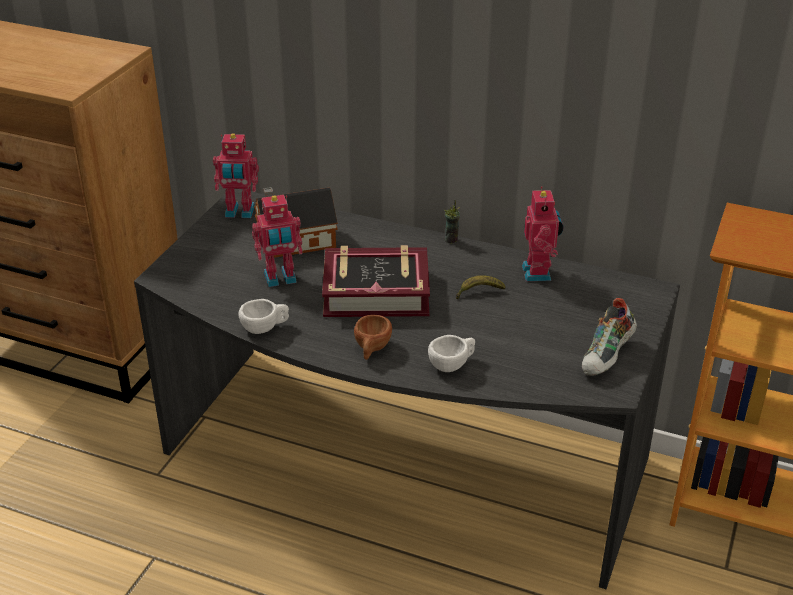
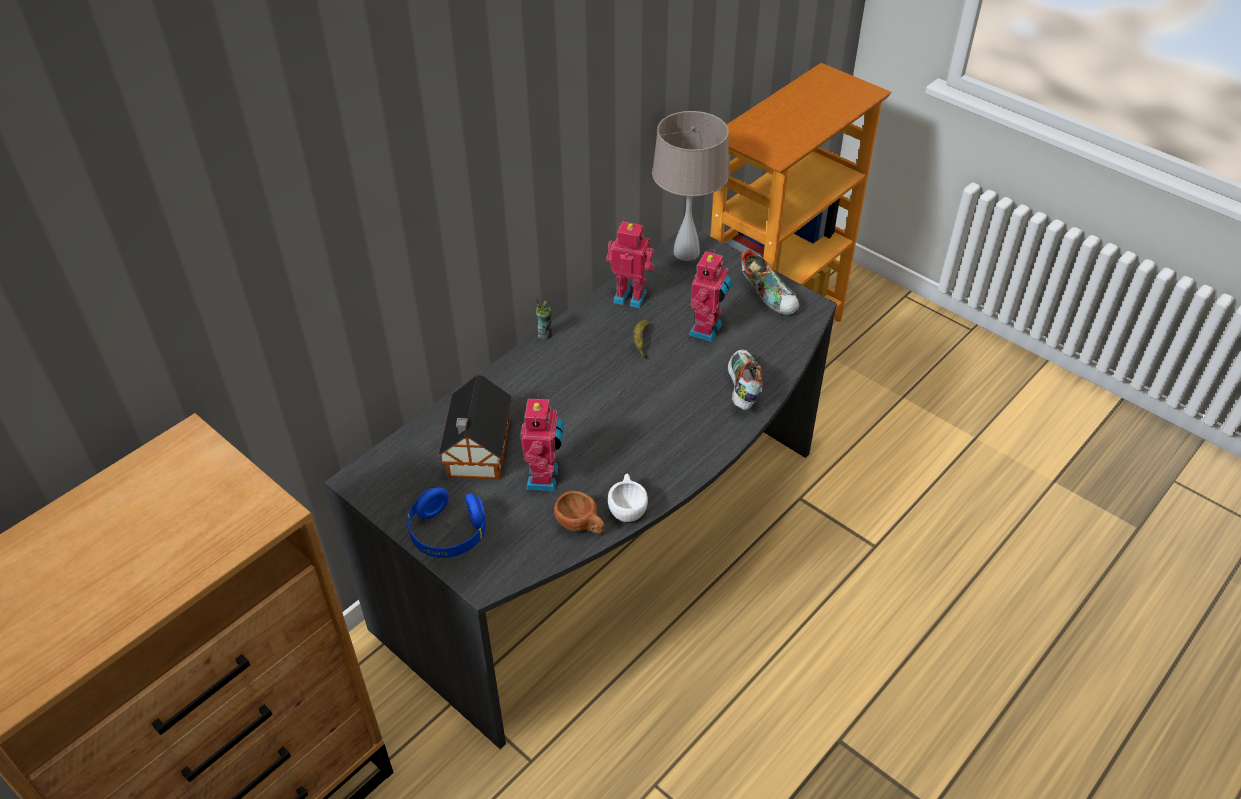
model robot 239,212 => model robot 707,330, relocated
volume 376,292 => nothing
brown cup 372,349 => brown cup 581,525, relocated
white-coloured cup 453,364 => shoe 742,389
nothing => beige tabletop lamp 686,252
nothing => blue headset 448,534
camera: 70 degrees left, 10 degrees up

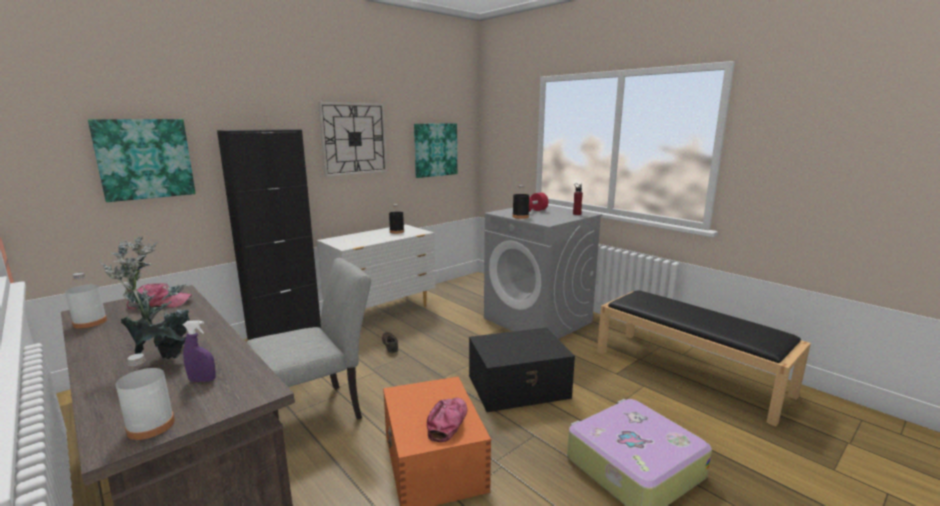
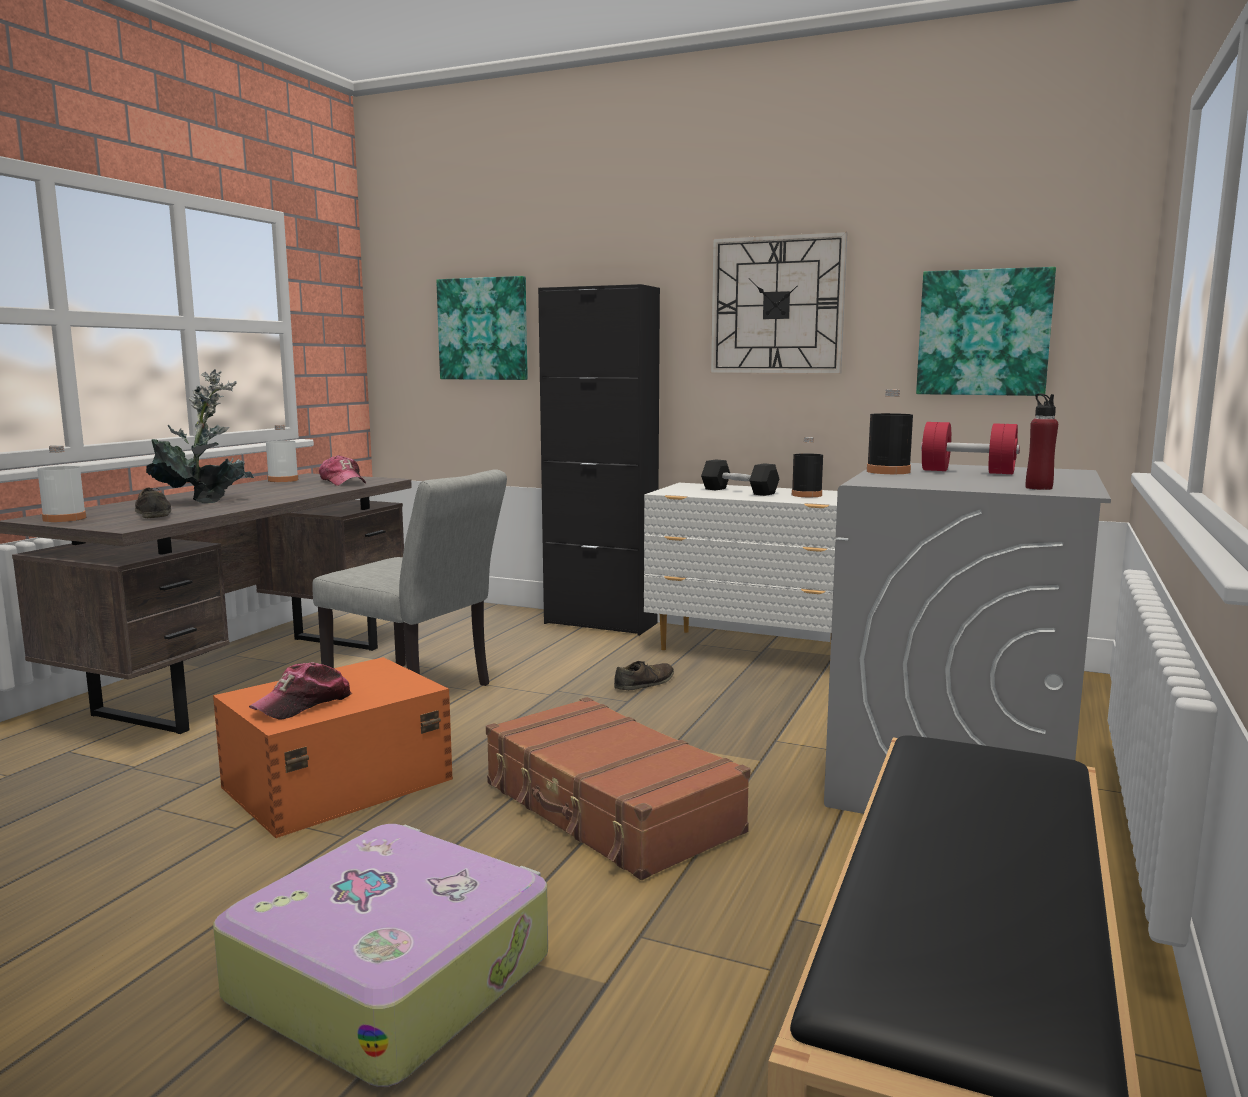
purple-coloured hand sprayer 202,380 => brown shoe 153,514
blackish storage bin 519,387 => brown piece of luggage 609,809
peaked cap 447,422 => peaked cap 303,704, 135 degrees clockwise
nothing => blackish dumbbell 739,491
camera: 65 degrees right, 5 degrees down

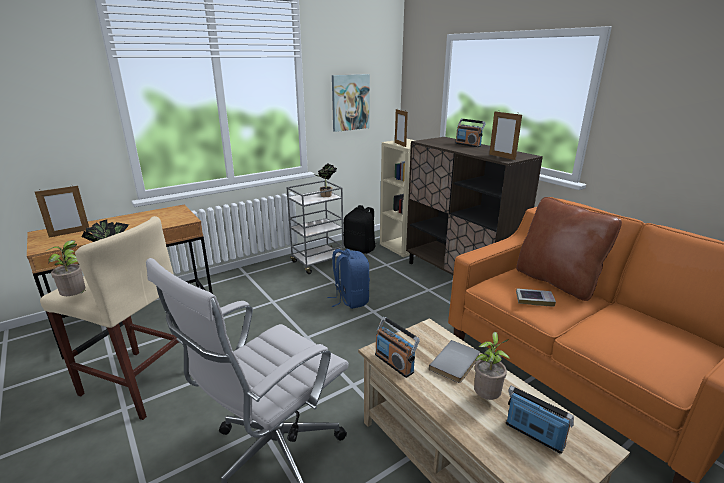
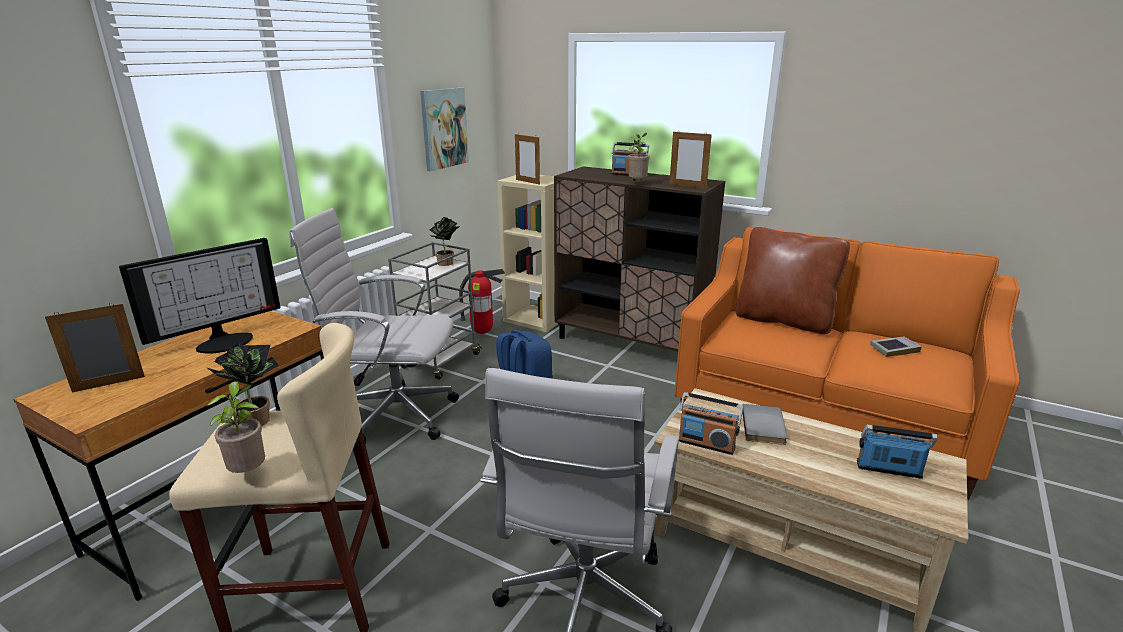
picture frame 69,233 => picture frame 109,384, 150 degrees counterclockwise
blackish backpack 360,249 => fire extinguisher 482,332
volume 534,299 => volume 894,349, relocated
potted plant 486,397 => potted plant 637,184, relocated
nothing => white-coloured office chair 393,415
nothing => monitor 224,341
camera: 25 degrees left, 0 degrees up

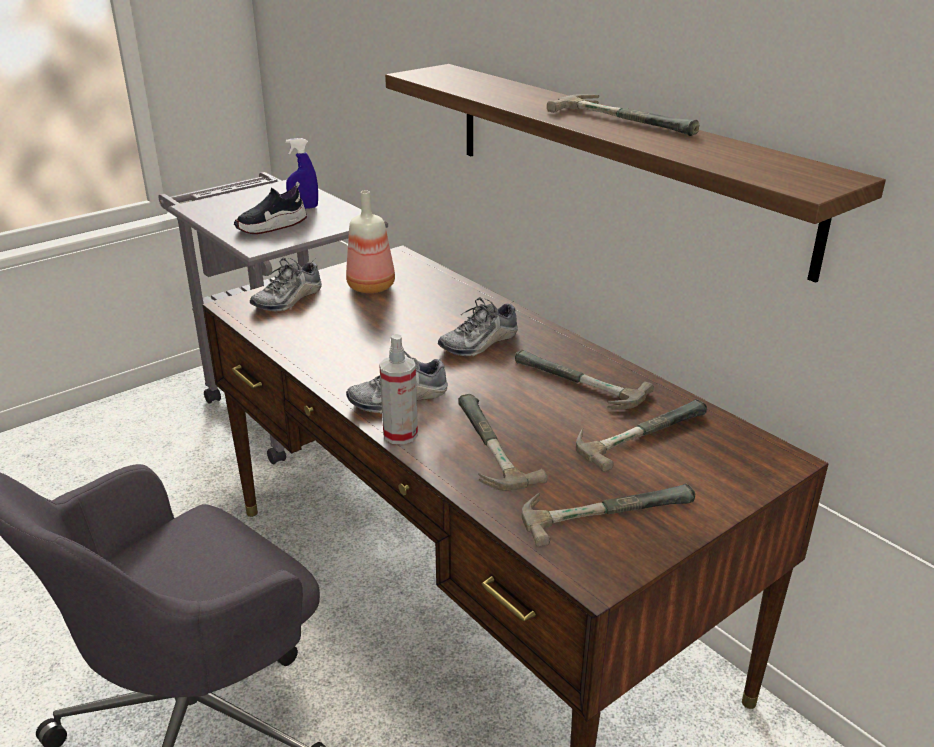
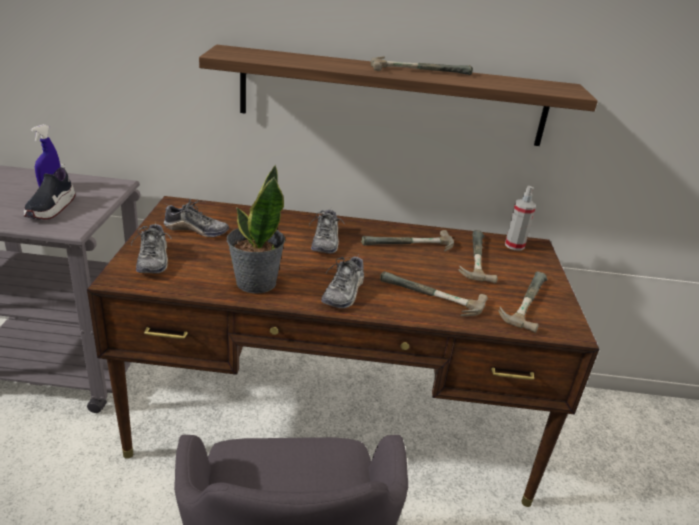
drink bottle 371,286 => shoe 196,230
hand sprayer 400,434 => hand sprayer 514,245, relocated
nothing => potted plant 255,282
camera: 50 degrees left, 0 degrees up

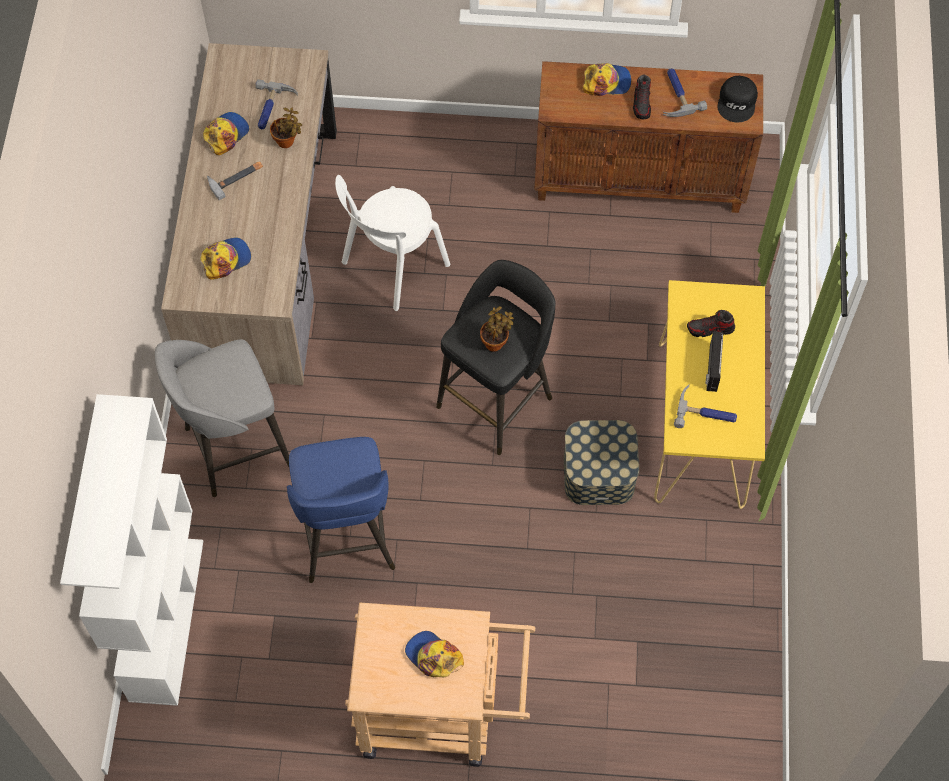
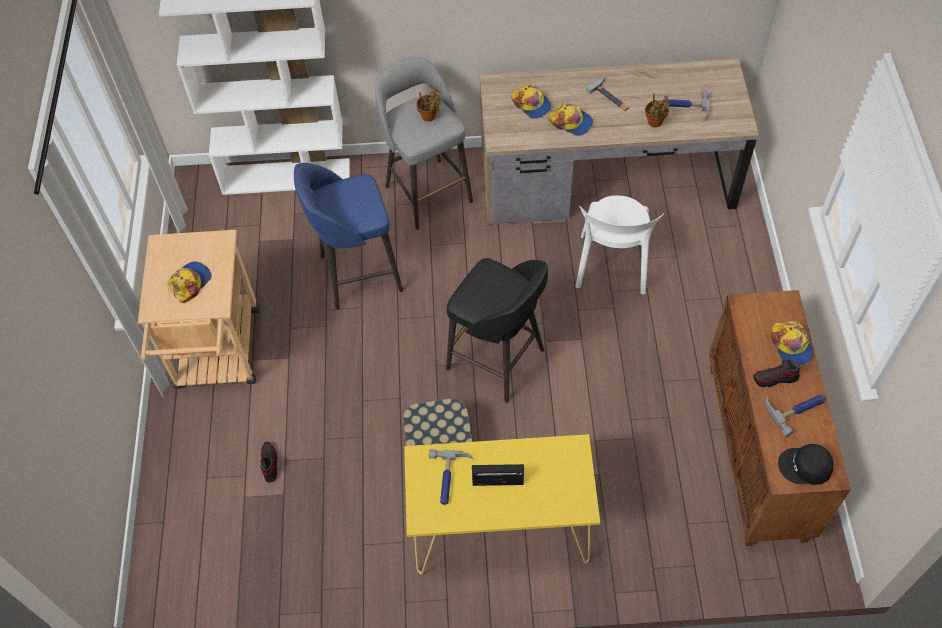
peaked cap 226,134 => peaked cap 571,122, relocated
white-coloured plain chair 392,266 => white-coloured plain chair 612,268, 120 degrees counterclockwise
potted plant 495,342 => potted plant 430,117, relocated
shoe 710,329 => shoe 269,464, relocated
camera: 85 degrees right, 5 degrees down

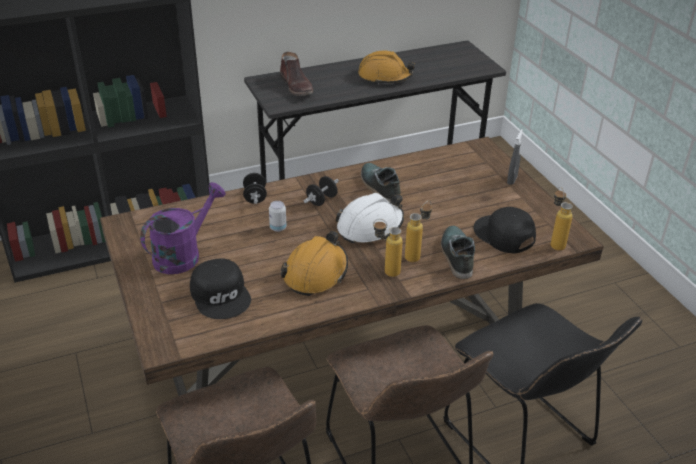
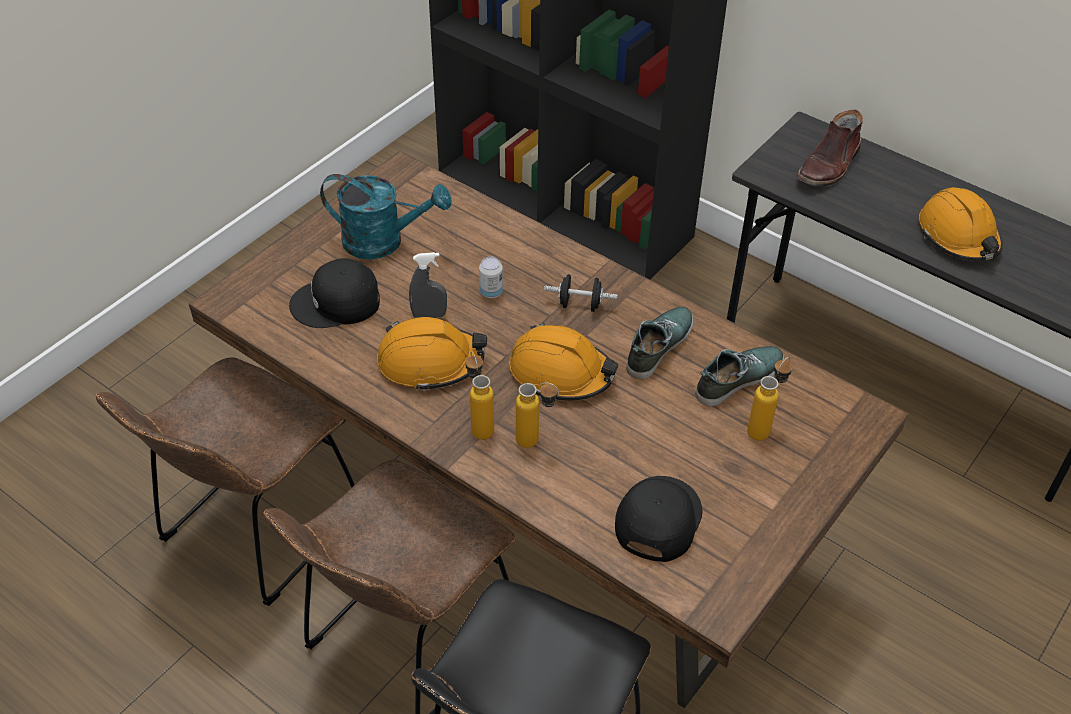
grey hand sprayer 512,180 => grey hand sprayer 429,315, relocated
blackish dumbbell 255,197 => nothing
purple-coloured sprinkling can 183,254 => turquoise sprinkling can 384,241
drink bottle 554,242 => drink bottle 764,427, relocated
white-coloured hard hat 370,227 => orangey hard hat 561,373
shoe 456,255 => shoe 738,378, relocated
blackish peaked cap 221,295 => blackish peaked cap 336,303, 45 degrees clockwise
camera: 60 degrees right, 10 degrees up

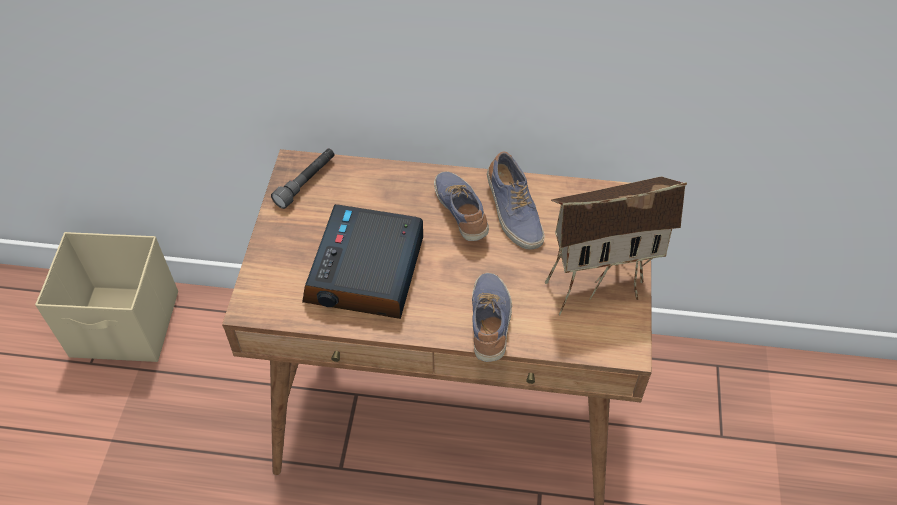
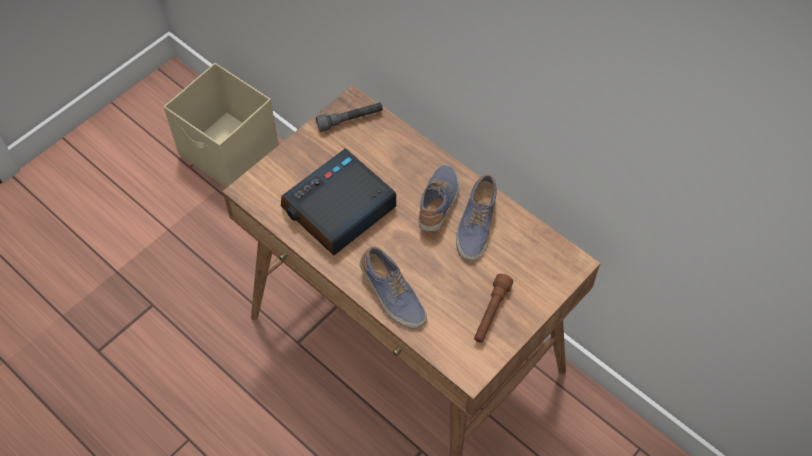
toy house 597,283 => brown hand torch 491,313
shoe 491,323 => shoe 391,296, 105 degrees clockwise
camera: 35 degrees right, 5 degrees up

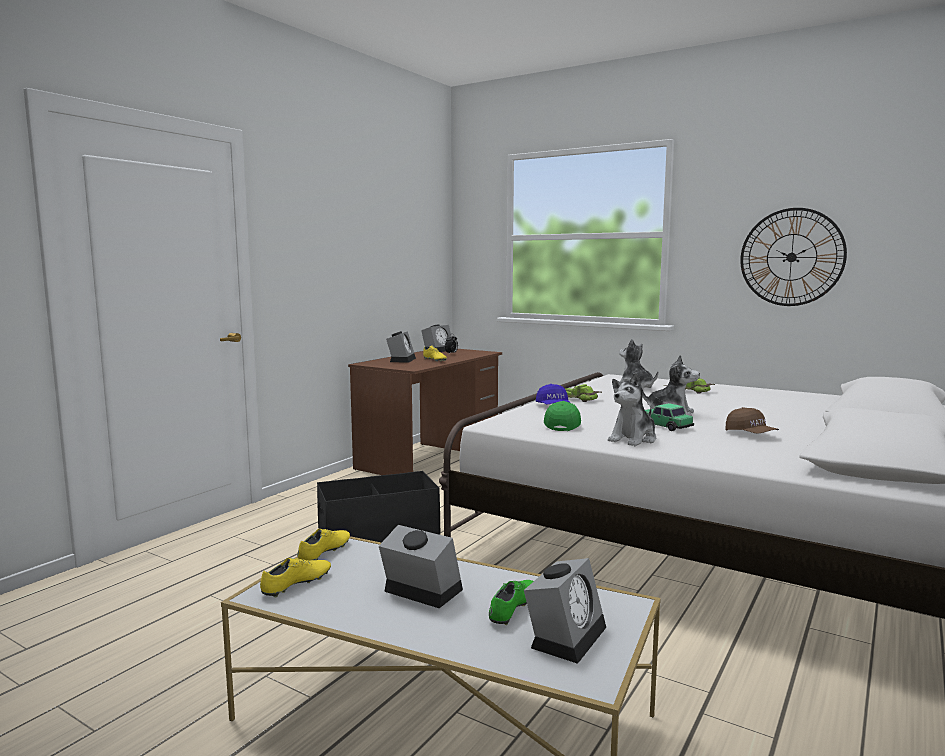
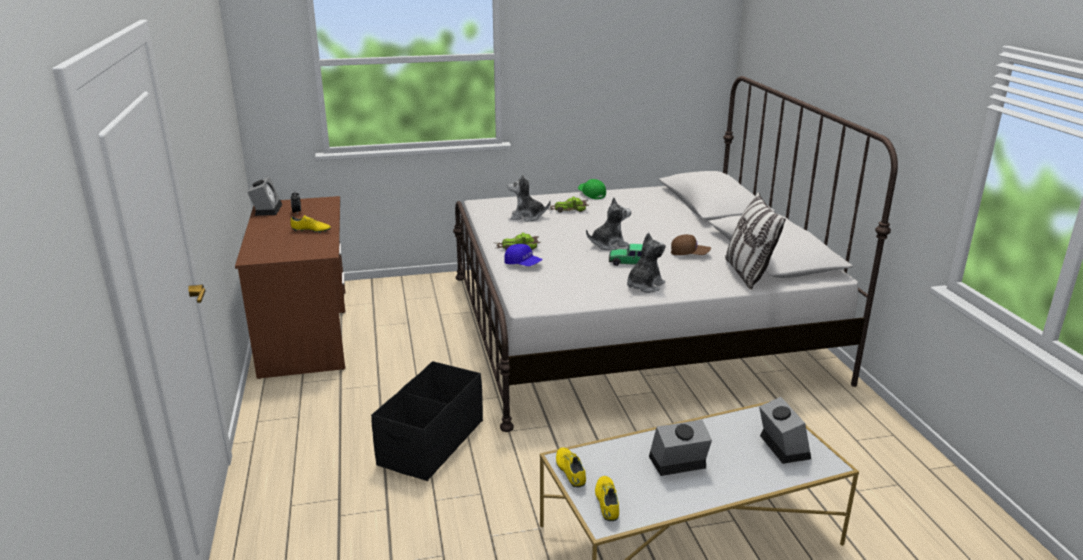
hanging clock 791,257 => nothing
bedside clock 401,360 => nothing
soft toy 633,439 => soft toy 644,285, 135 degrees counterclockwise
green-coloured peaked cap 562,425 => green-coloured peaked cap 591,194, relocated
green-coloured shoe 513,609 => nothing
nothing => pillow 747,274
camera: 45 degrees left, 15 degrees up

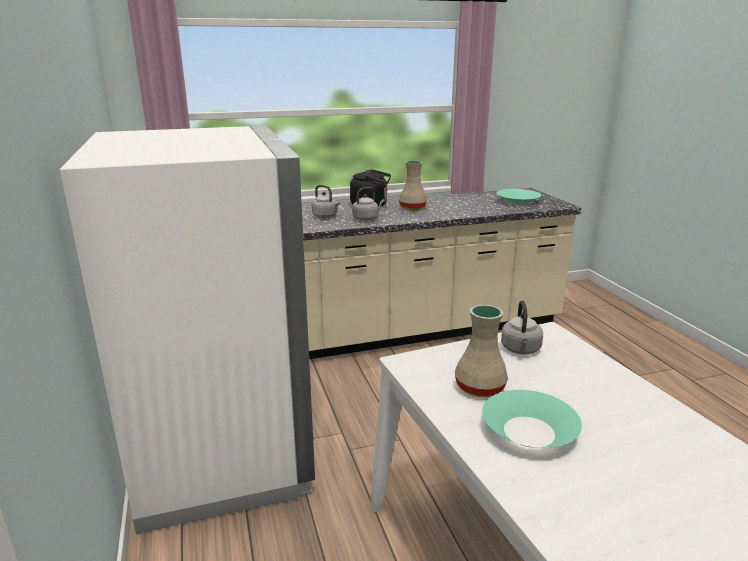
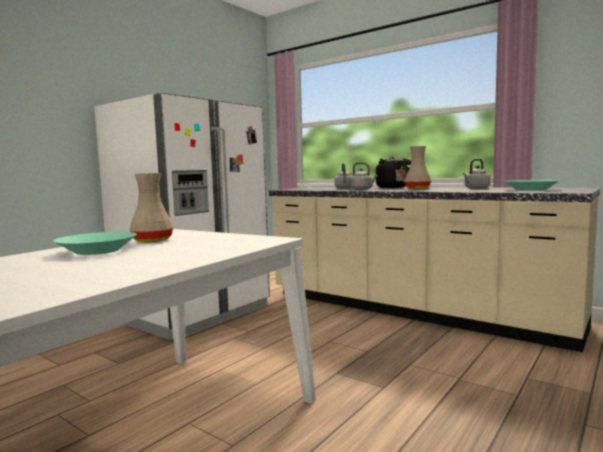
grey kettle 520,350 => grey kettle 476,188, relocated
camera: 55 degrees right, 15 degrees down

